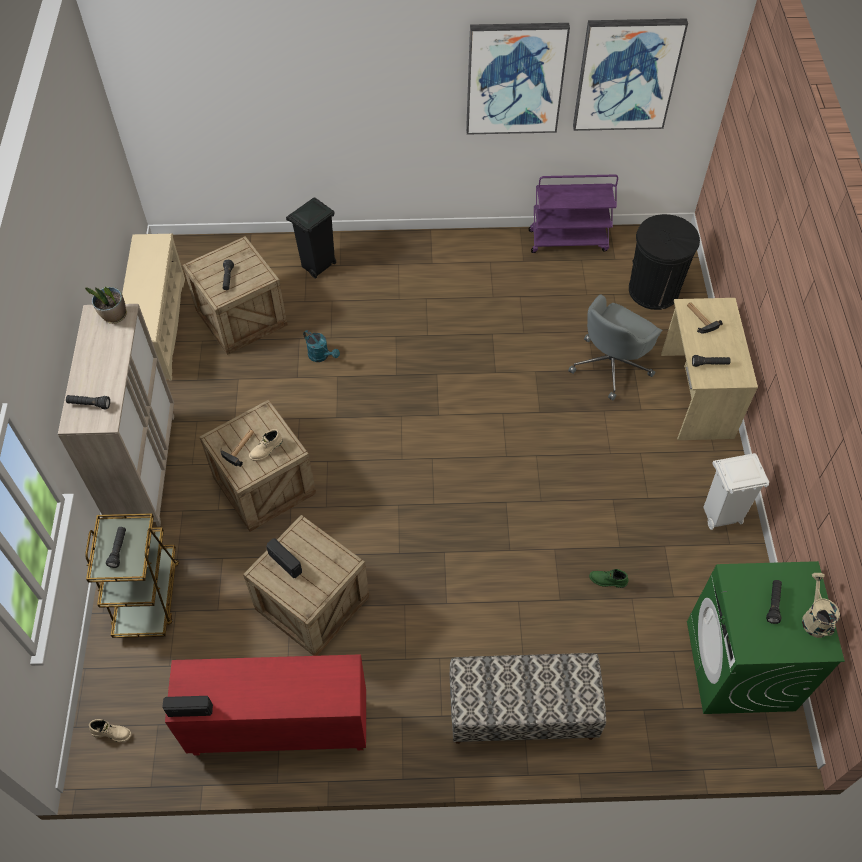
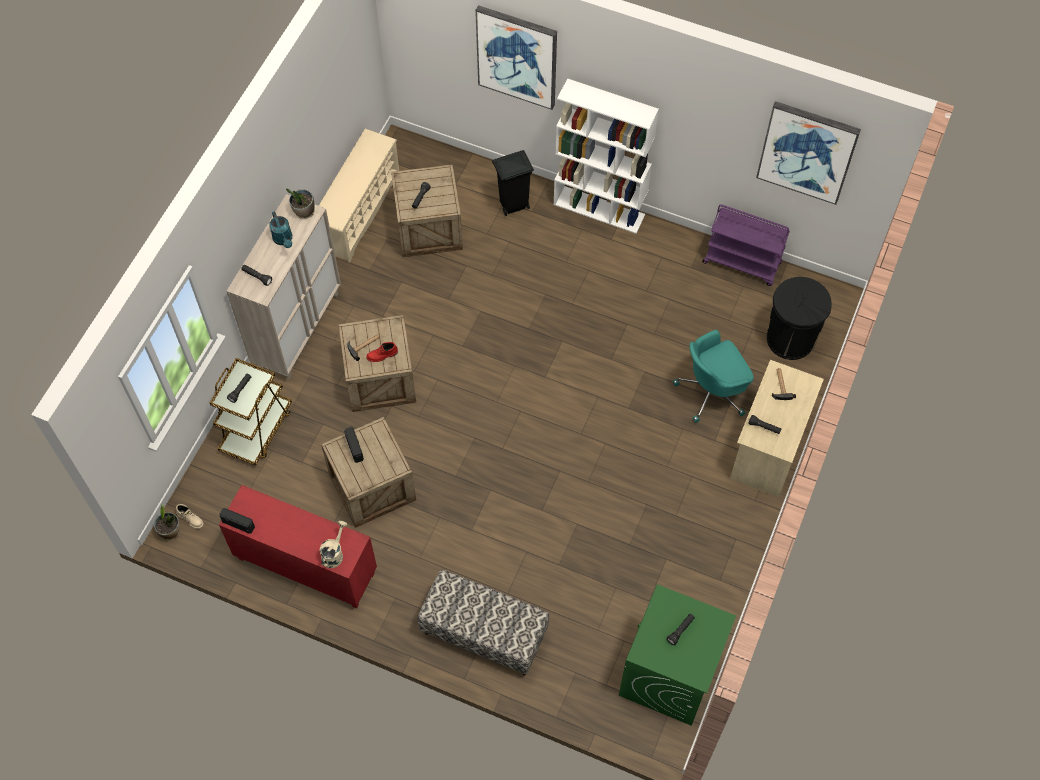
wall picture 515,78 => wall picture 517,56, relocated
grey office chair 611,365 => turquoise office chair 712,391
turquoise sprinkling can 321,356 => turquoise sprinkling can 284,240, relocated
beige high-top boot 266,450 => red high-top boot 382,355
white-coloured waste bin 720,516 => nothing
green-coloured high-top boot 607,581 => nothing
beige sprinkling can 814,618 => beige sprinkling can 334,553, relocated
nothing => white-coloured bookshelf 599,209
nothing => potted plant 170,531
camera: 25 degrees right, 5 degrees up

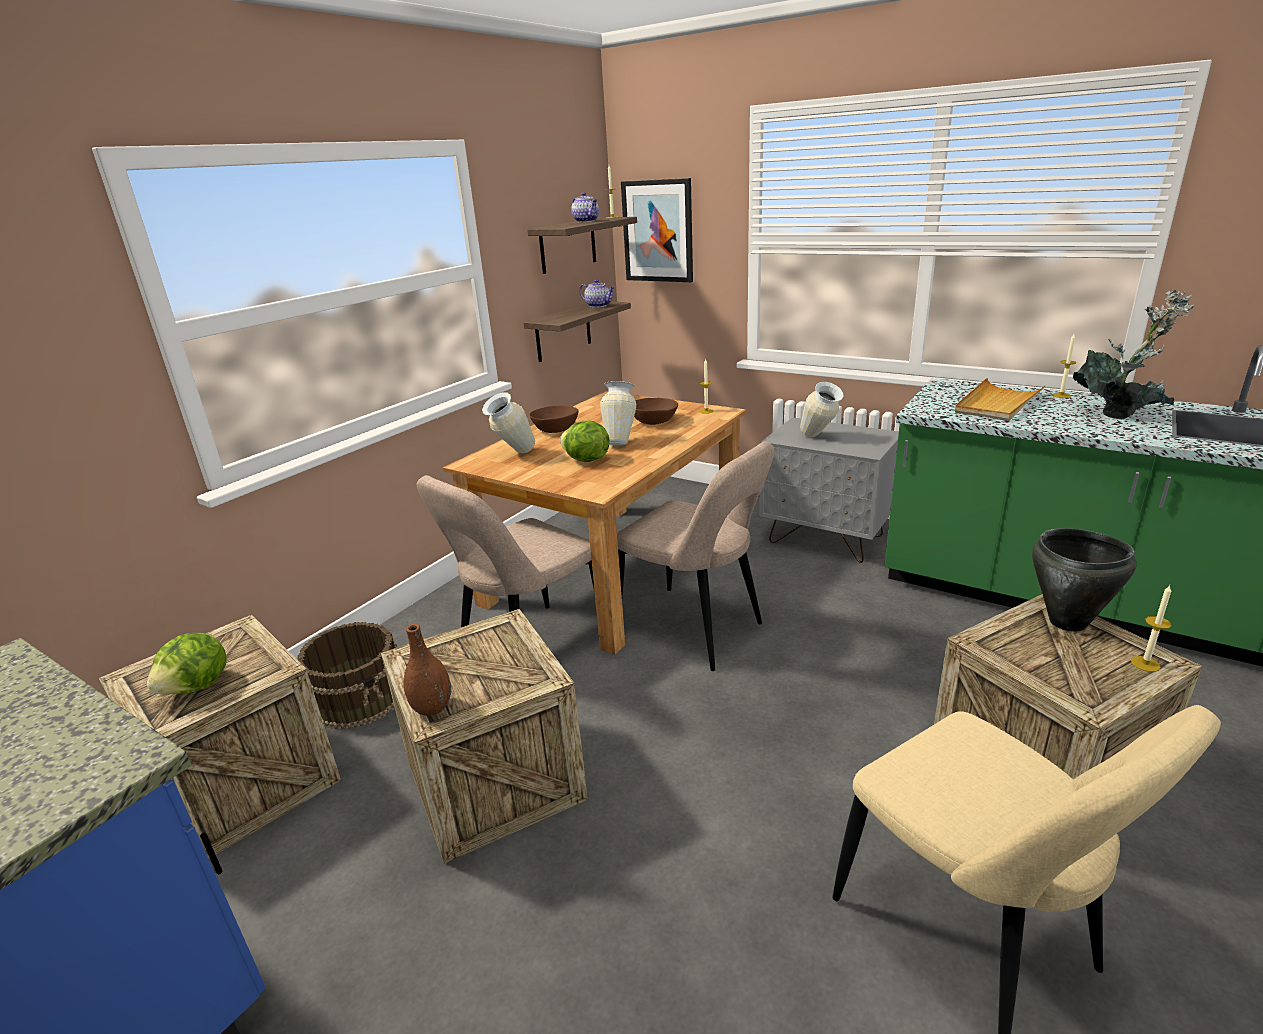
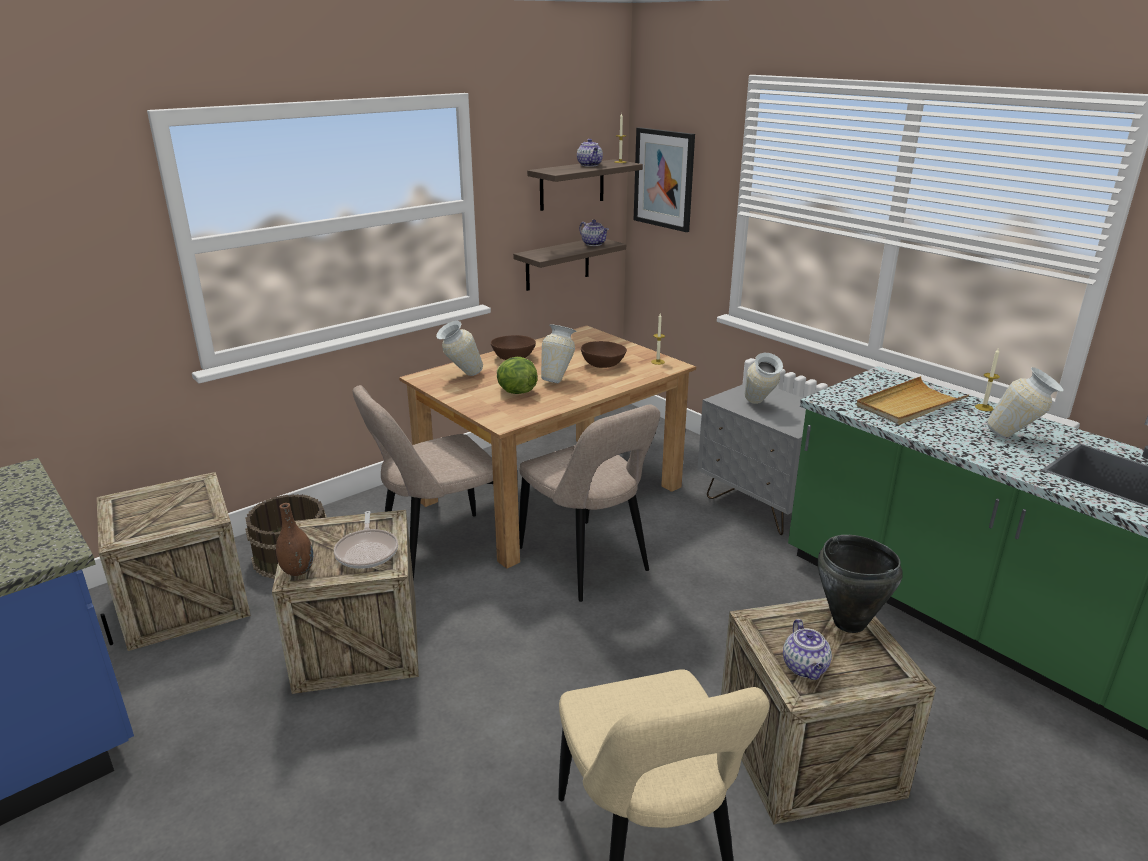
potted plant 1119,414 => decorative vase 1017,438
wax candle 1145,664 => nothing
head of lettuce 198,687 => nothing
nothing => frying pan 367,551
nothing => pot for tea 805,668
camera: 15 degrees right, 0 degrees up

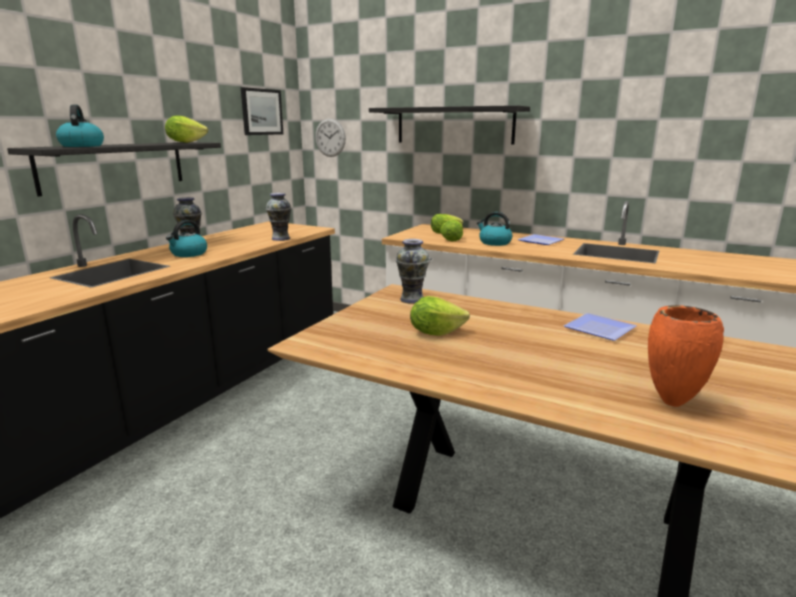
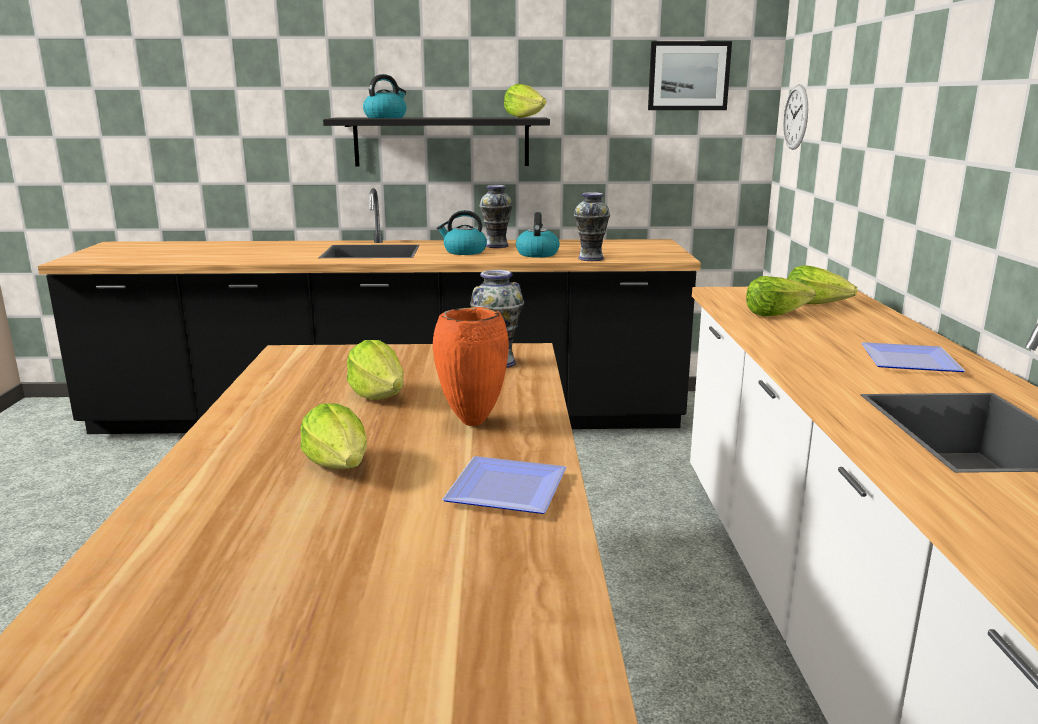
blackish wall shelf 454,125 => nothing
kettle 494,243 => kettle 537,254, relocated
orangey decorative vase 671,403 => orangey decorative vase 471,422, relocated
nothing => head of lettuce 339,465
camera: 60 degrees right, 0 degrees up

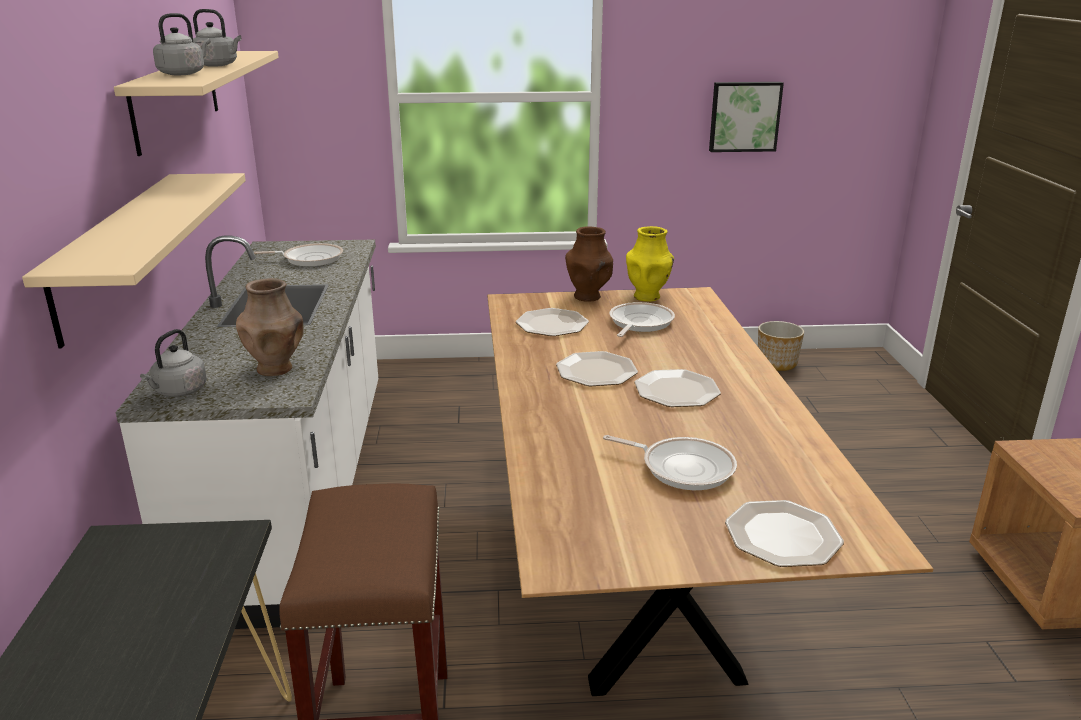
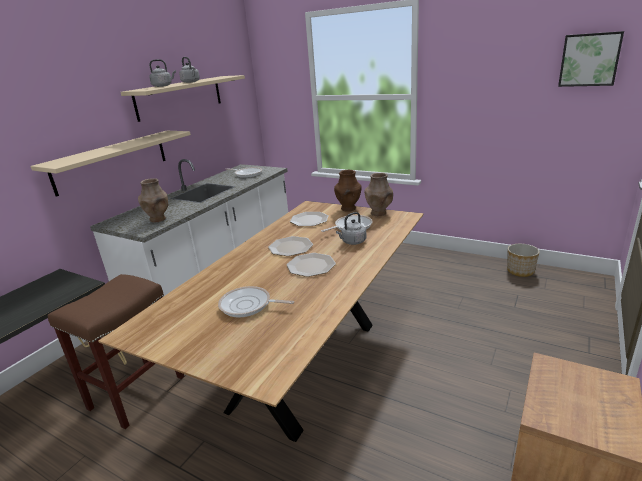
wall picture 744,116 => wall picture 589,59, relocated
yellow decorative vase 647,297 => brown decorative vase 379,213
grey kettle 179,392 => grey kettle 352,242, relocated
frying pan 683,467 => frying pan 248,305, 135 degrees clockwise
plate 783,536 => nothing
camera: 35 degrees right, 0 degrees up

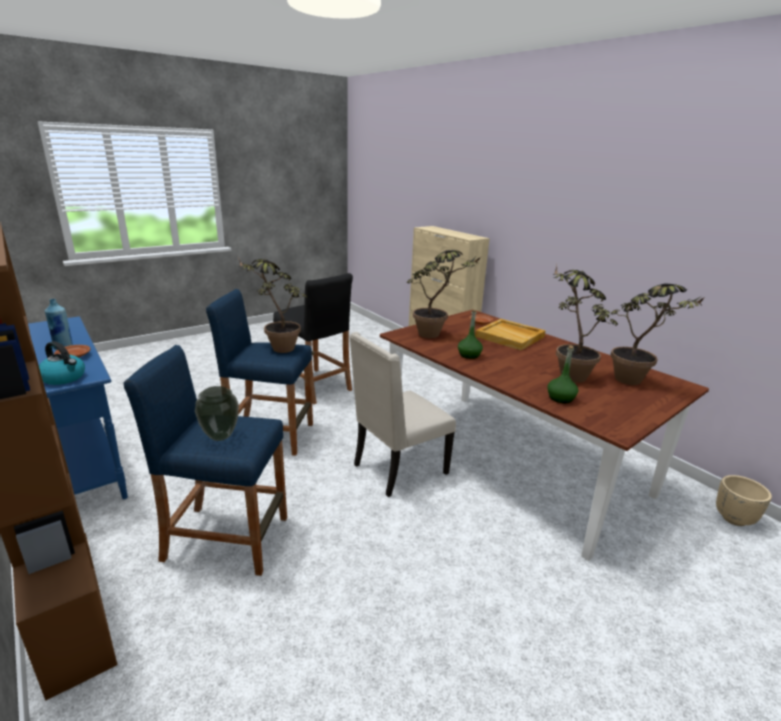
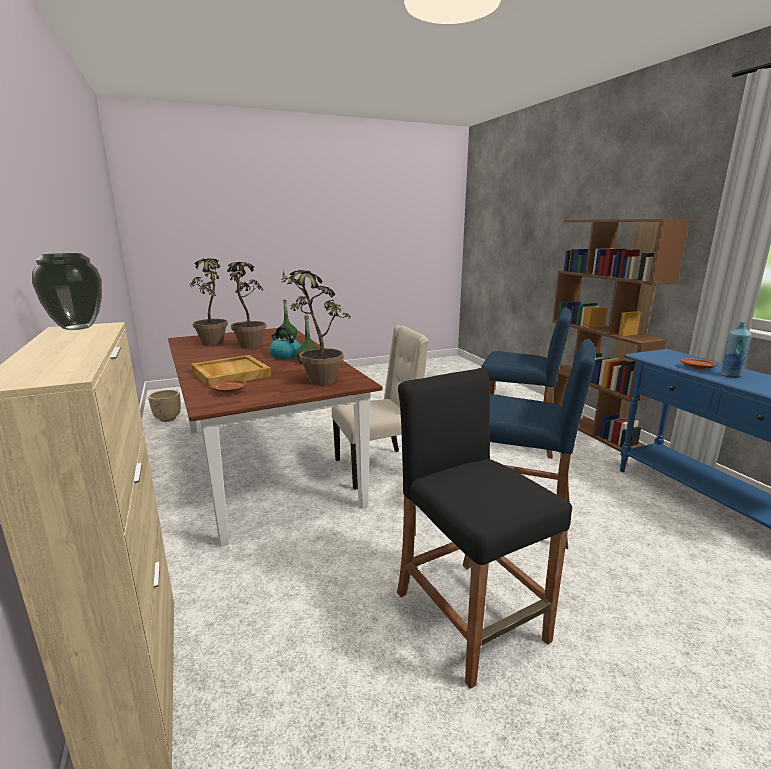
potted plant 276,347 => nothing
kettle 64,378 => kettle 285,355, relocated
decorative vase 221,437 => decorative vase 77,327, relocated
camera: 165 degrees left, 5 degrees down

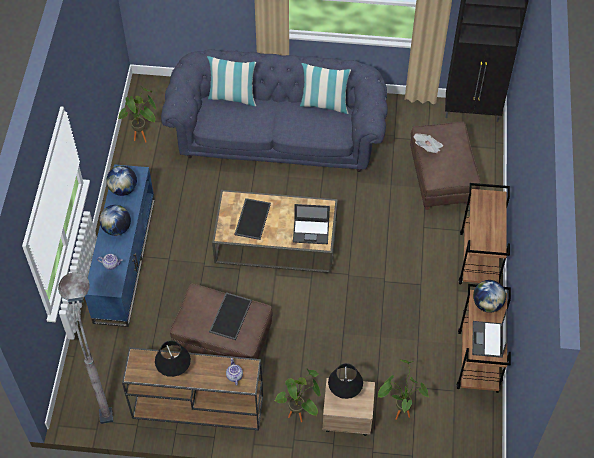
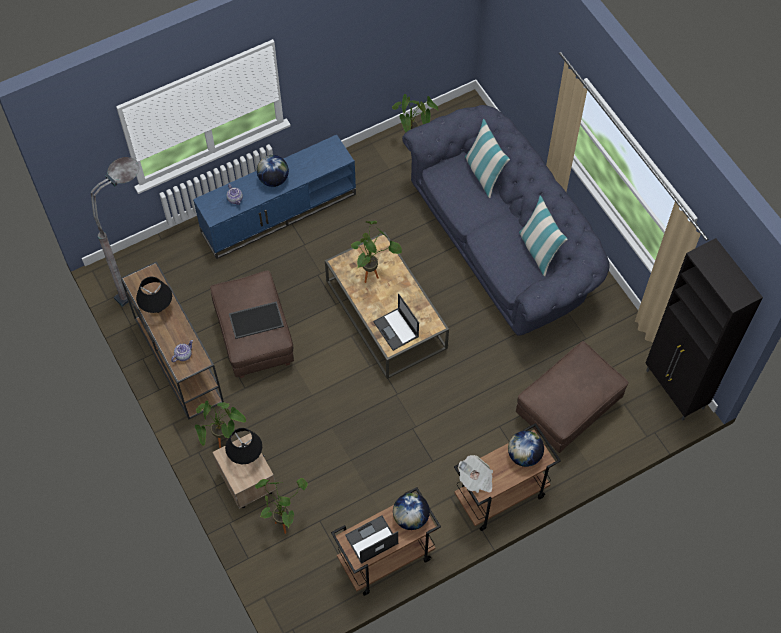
printed paper 428,148 => printed paper 476,479, relocated
desk globe 123,189 => desk globe 524,455, relocated
carrying tray 252,218 => potted plant 373,274
camera: 55 degrees right, 5 degrees up

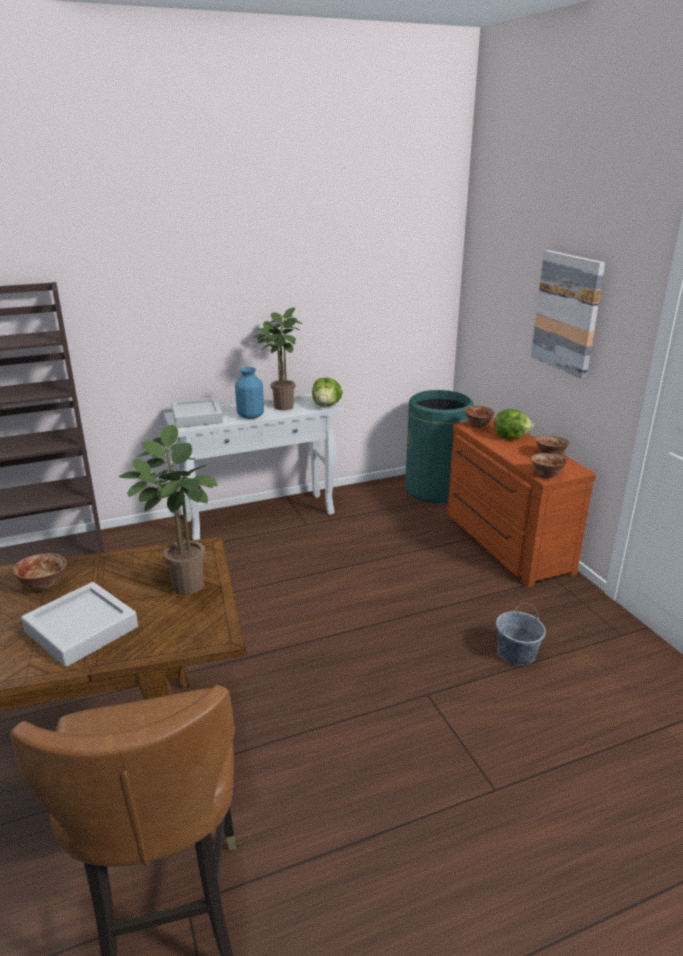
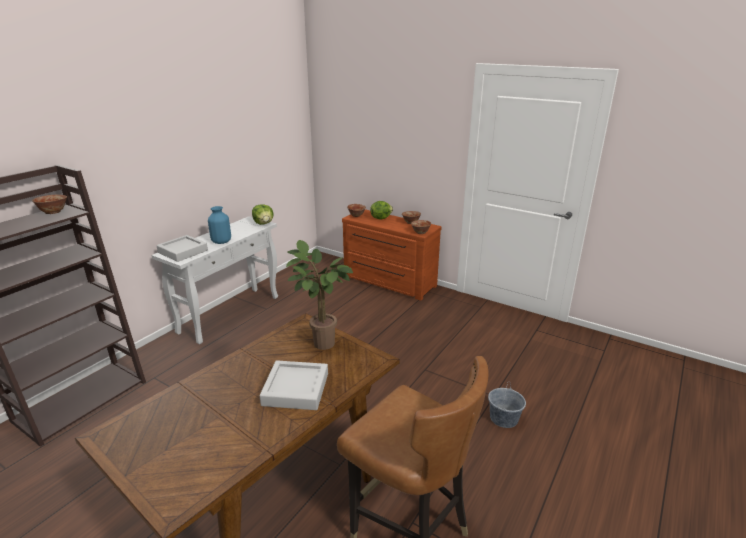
wall picture 567,313 => nothing
potted plant 282,406 => nothing
green-coloured waste bin 435,490 => nothing
bowl 43,586 => bowl 53,212, relocated
grey water bucket 516,653 => grey water bucket 503,418, relocated
camera: 35 degrees left, 0 degrees up

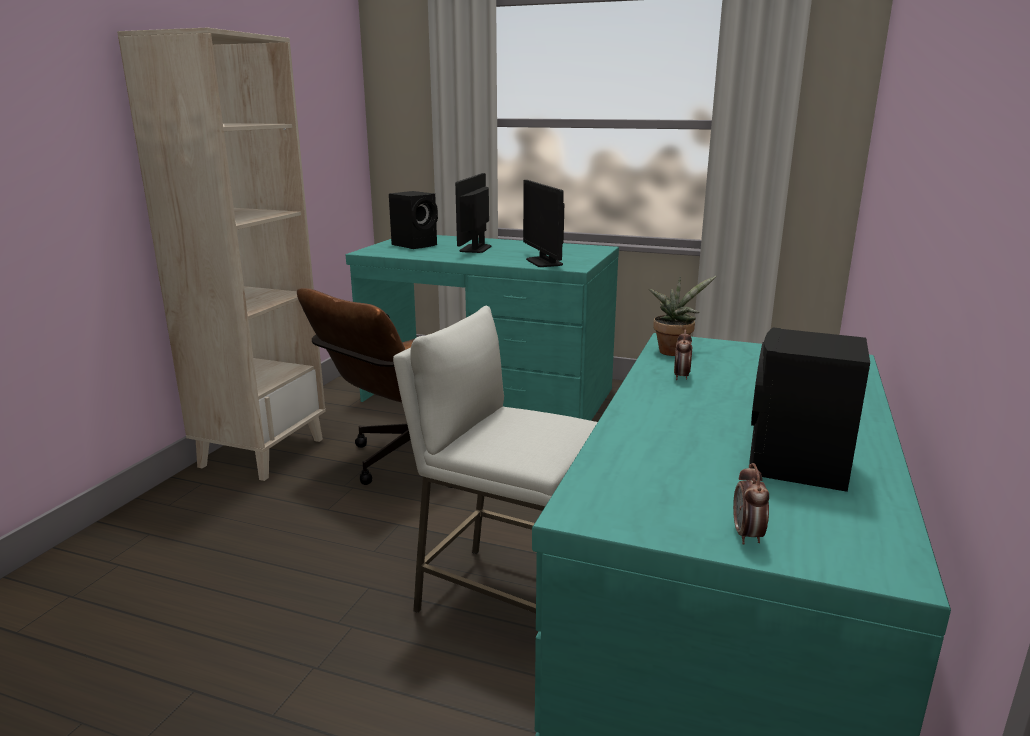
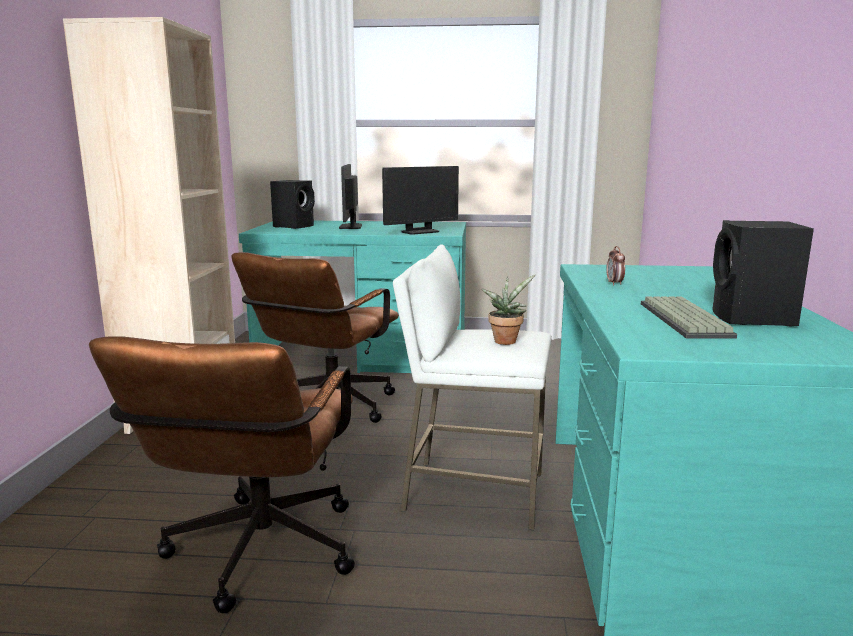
monitor 544,262 => monitor 420,232, 90 degrees counterclockwise
potted plant 673,351 => potted plant 506,340, relocated
bedside clock 747,535 => nothing
nothing => keyboard 687,320
nothing => brown office chair 256,559
camera: 15 degrees left, 5 degrees down

